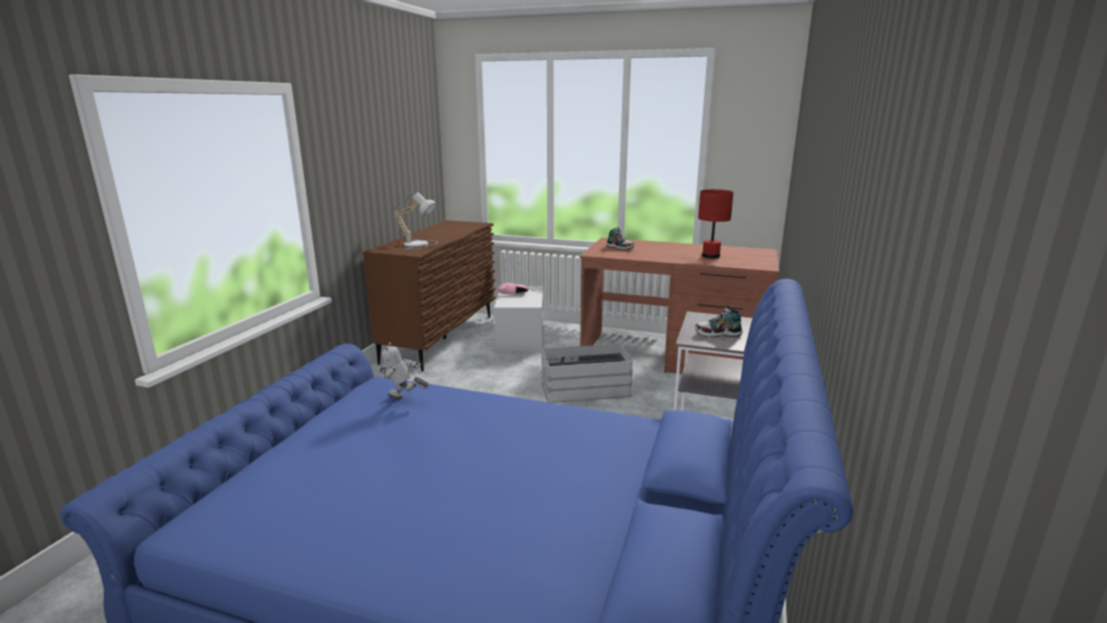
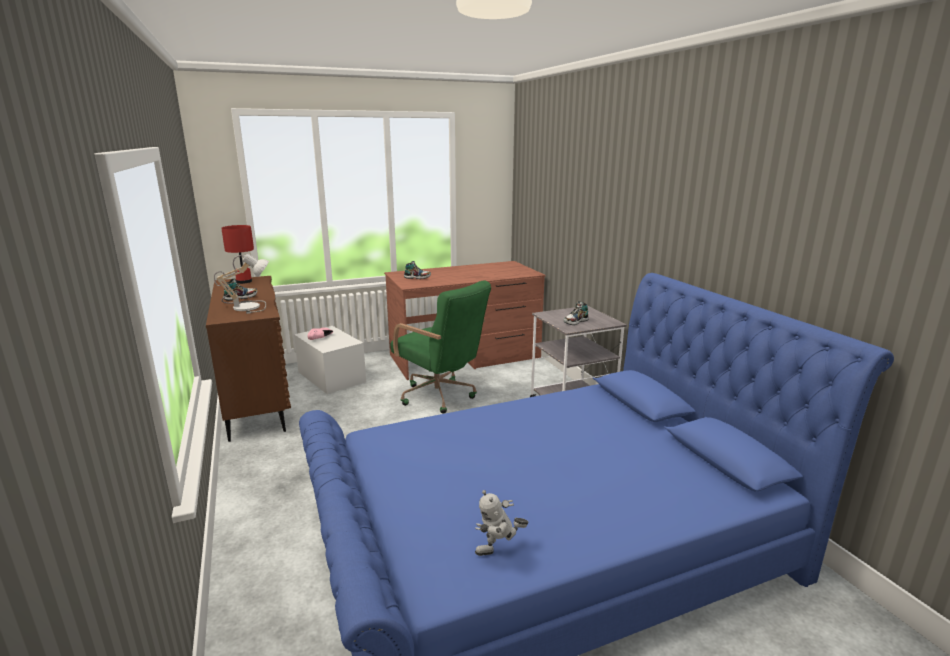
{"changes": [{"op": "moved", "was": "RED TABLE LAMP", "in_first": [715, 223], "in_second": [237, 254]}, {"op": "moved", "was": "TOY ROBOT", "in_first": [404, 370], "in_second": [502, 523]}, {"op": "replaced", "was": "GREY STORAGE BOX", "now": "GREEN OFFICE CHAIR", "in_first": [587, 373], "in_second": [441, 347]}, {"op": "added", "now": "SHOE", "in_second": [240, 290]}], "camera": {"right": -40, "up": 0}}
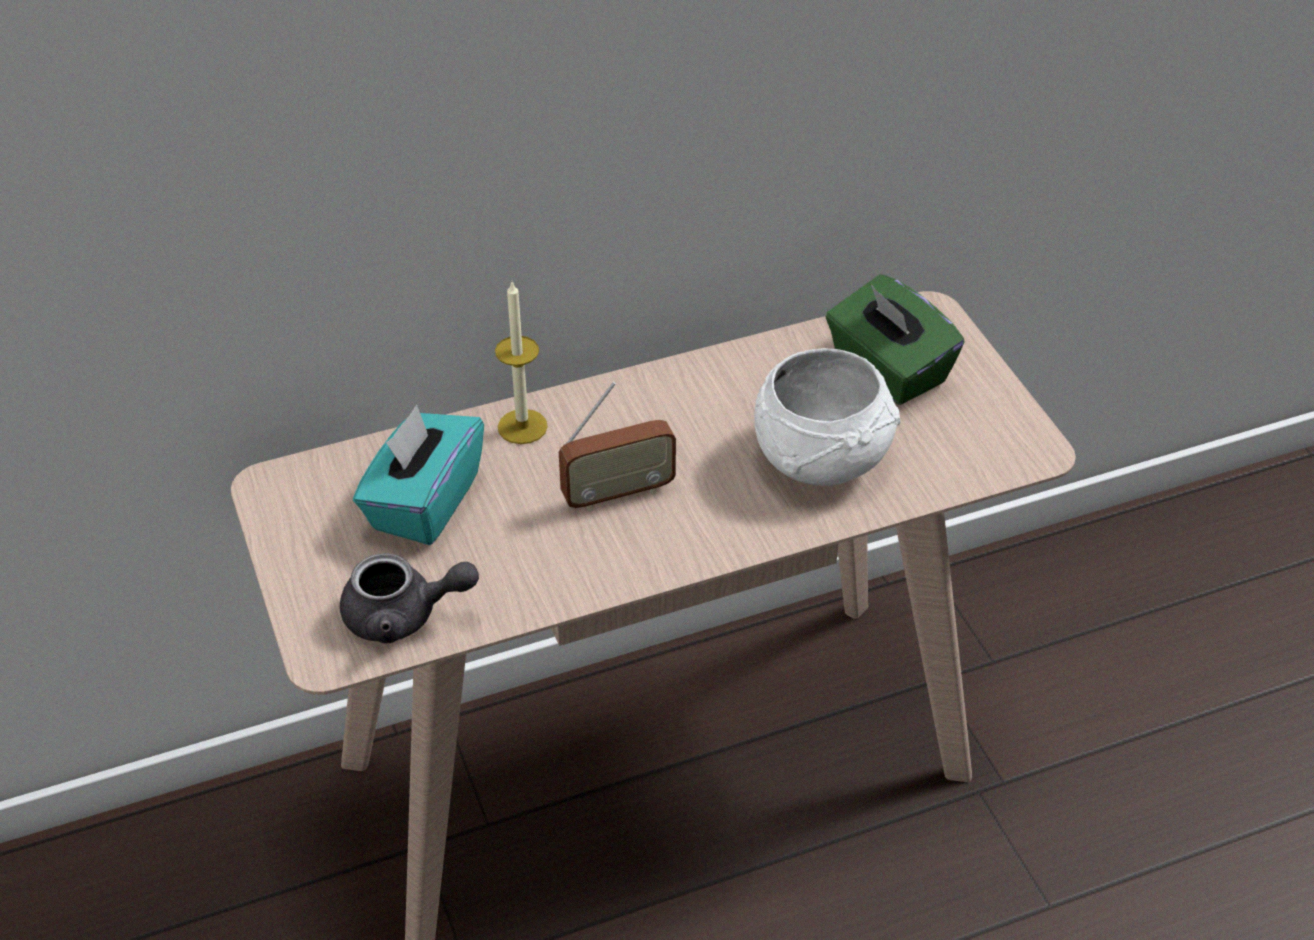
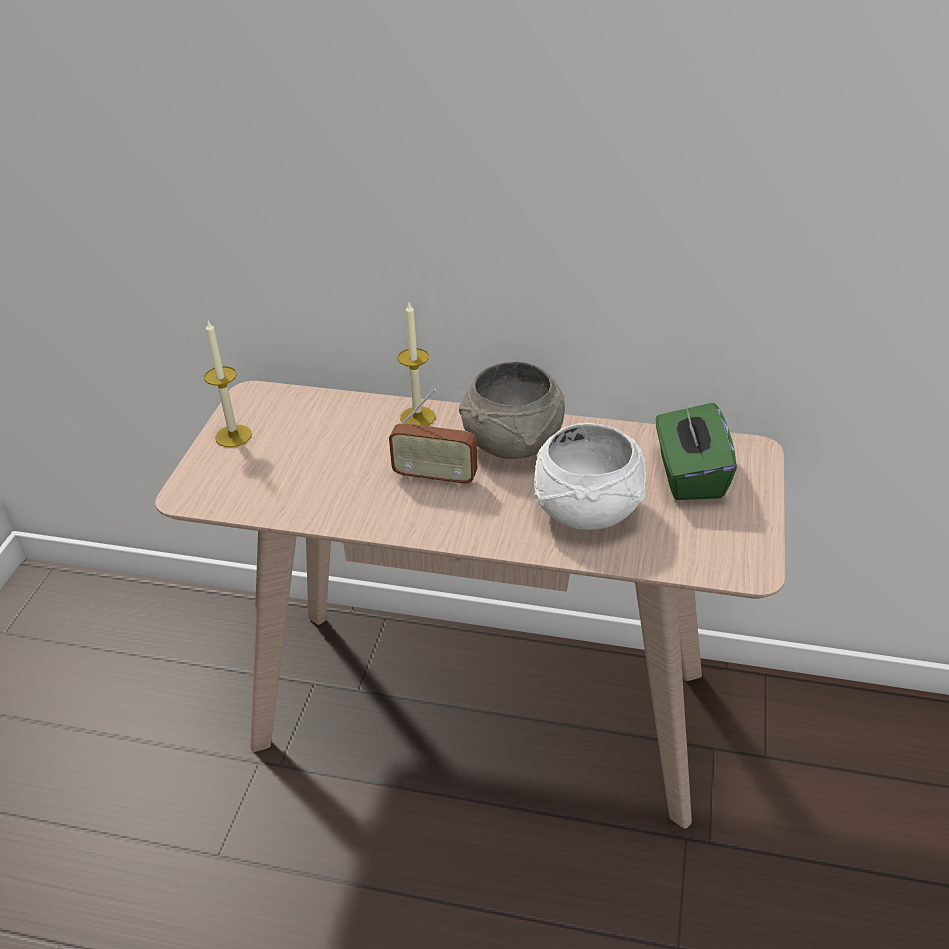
{"changes": [{"op": "removed", "was": "TURQUOISE TISSUE BOX", "in_first": [418, 475]}, {"op": "removed", "was": "GREY TEAPOT", "in_first": [409, 598]}, {"op": "added", "now": "CANDLE", "in_second": [228, 384]}, {"op": "added", "now": "GREY BOWL", "in_second": [512, 410]}], "camera": {"right": 35, "up": -5}}
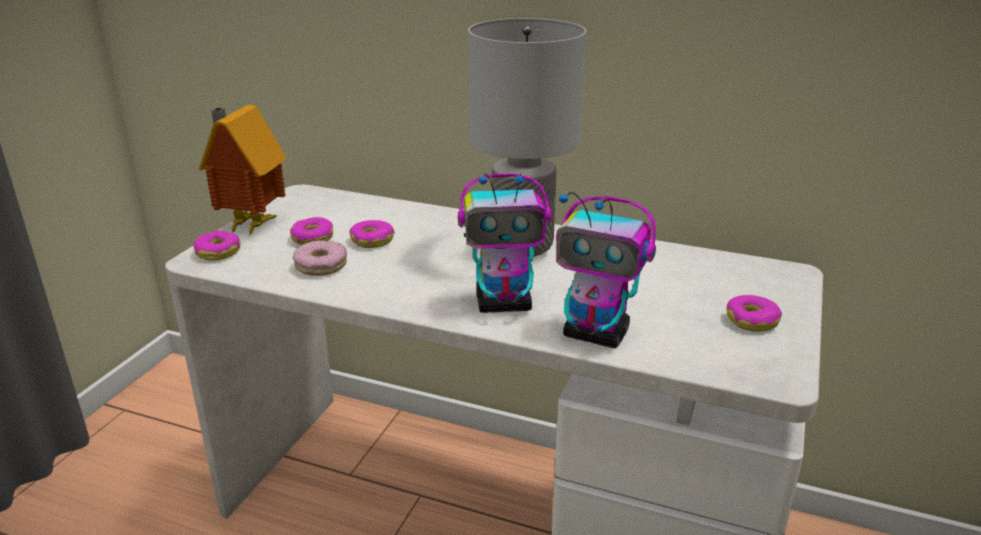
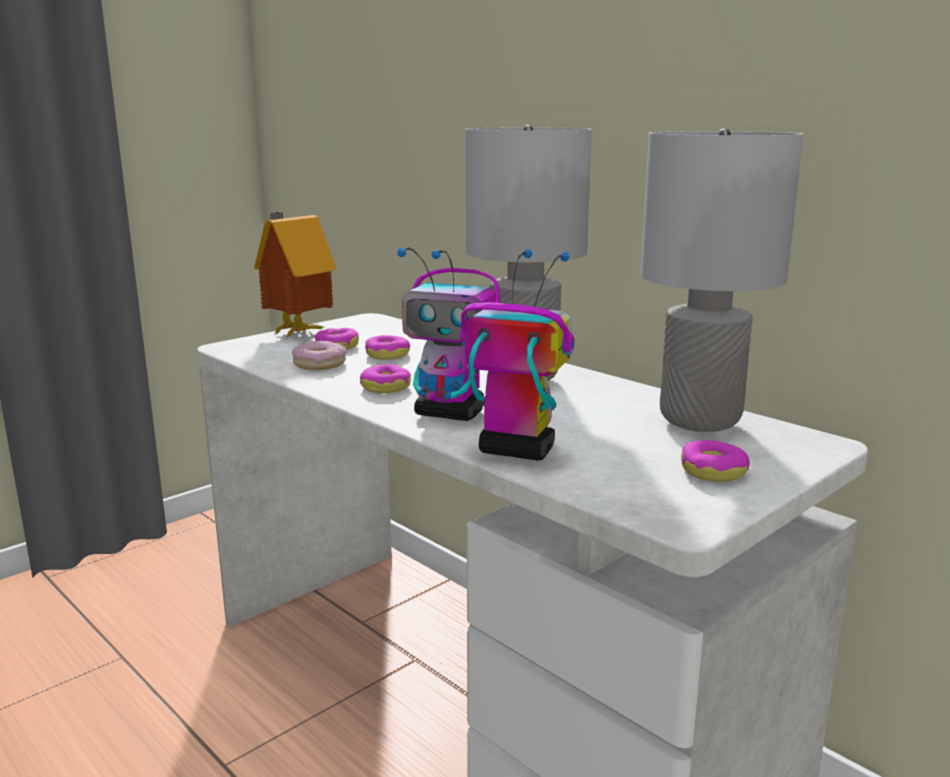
{"changes": [{"op": "turned", "was": "TOY ROBOT", "in_first": [606, 270], "in_second": [517, 355], "clockwise": 150}, {"op": "moved", "was": "DONUT", "in_first": [217, 245], "in_second": [385, 378]}, {"op": "added", "now": "GREY TABLE LAMP", "in_second": [722, 280]}], "camera": {"right": 25, "up": -10}}
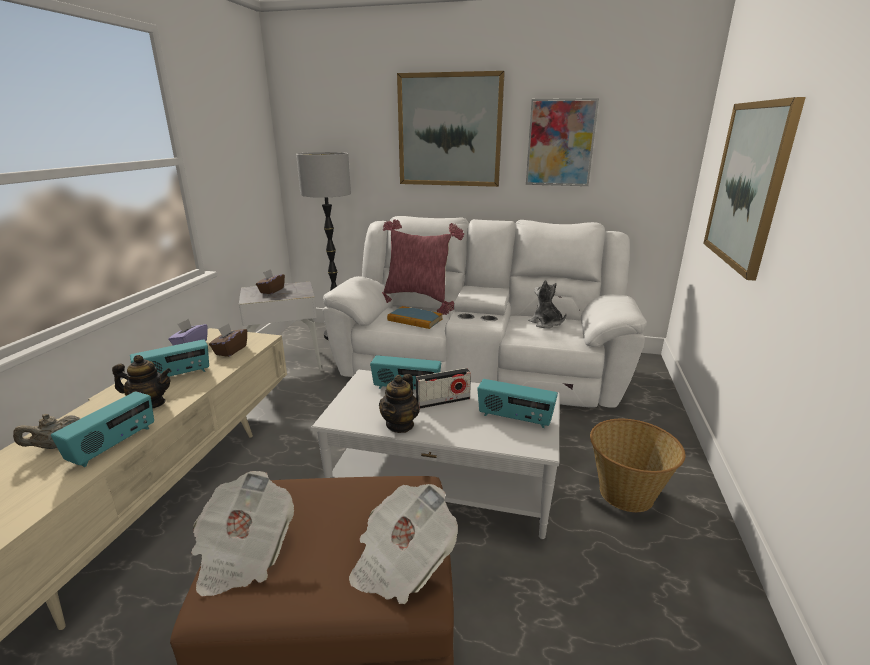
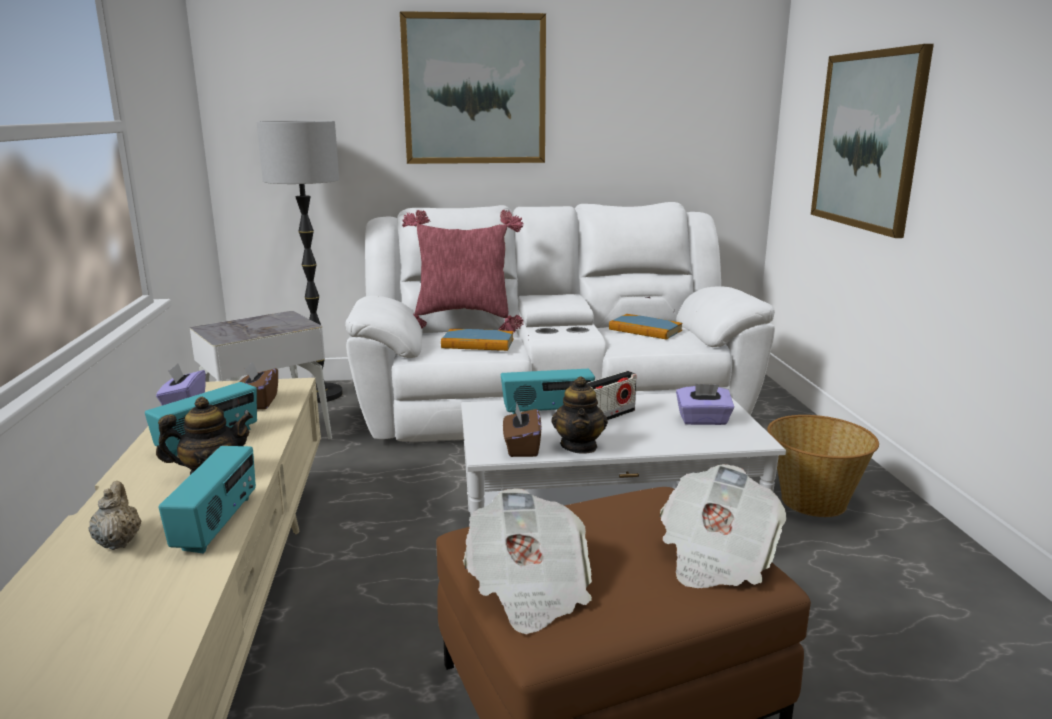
{"changes": [{"op": "removed", "was": "PICTURE", "in_first": [562, 142]}, {"op": "moved", "was": "BROWN TISSUE BOX", "in_first": [270, 281], "in_second": [522, 429]}, {"op": "replaced", "was": "PLUSH TOY", "now": "BOOK", "in_first": [547, 304], "in_second": [646, 327]}, {"op": "replaced", "was": "RADIO", "now": "PURPLE TISSUE BOX", "in_first": [517, 403], "in_second": [705, 404]}, {"op": "turned", "was": "BEIGE TEAPOT", "in_first": [46, 431], "in_second": [115, 515], "clockwise": 135}], "camera": {"right": -20, "up": -5}}
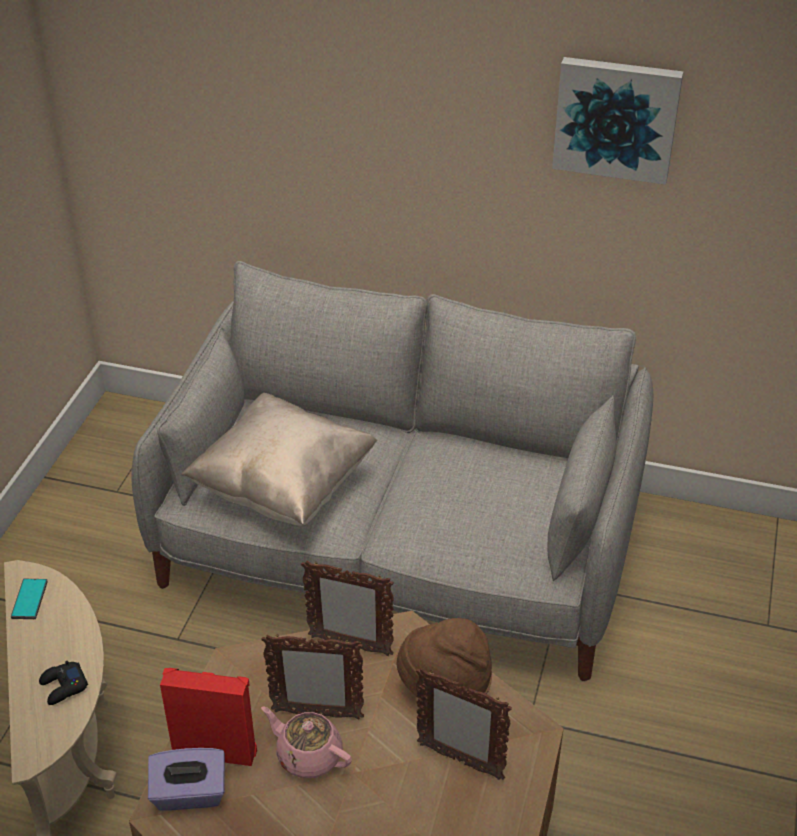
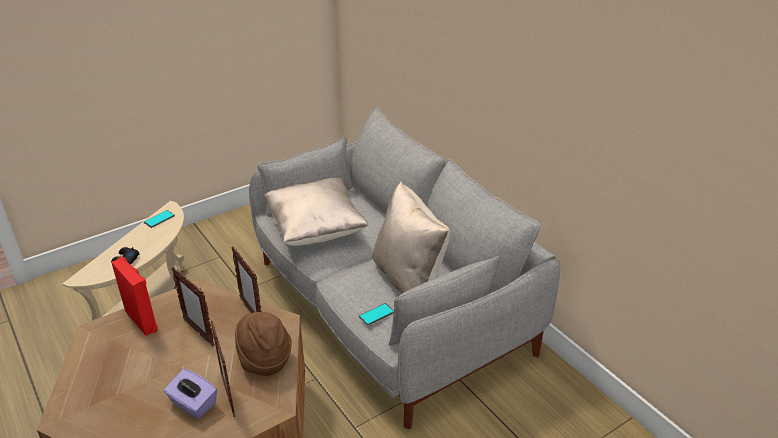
{"changes": [{"op": "removed", "was": "PICTURE", "in_first": [617, 121]}, {"op": "removed", "was": "PINK TEAPOT", "in_first": [306, 742]}, {"op": "moved", "was": "PURPLE TISSUE BOX", "in_first": [186, 779], "in_second": [190, 394]}, {"op": "added", "now": "BEIGE PILLOW", "in_second": [411, 238]}, {"op": "added", "now": "PHONE", "in_second": [376, 314]}], "camera": {"right": 40, "up": -5}}
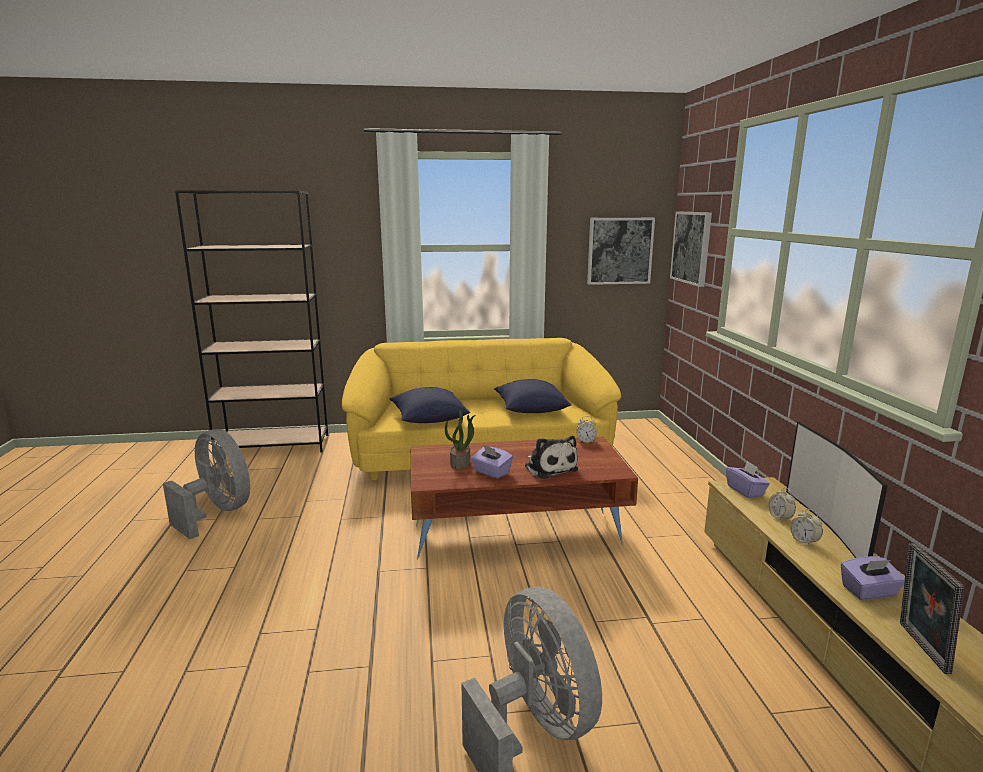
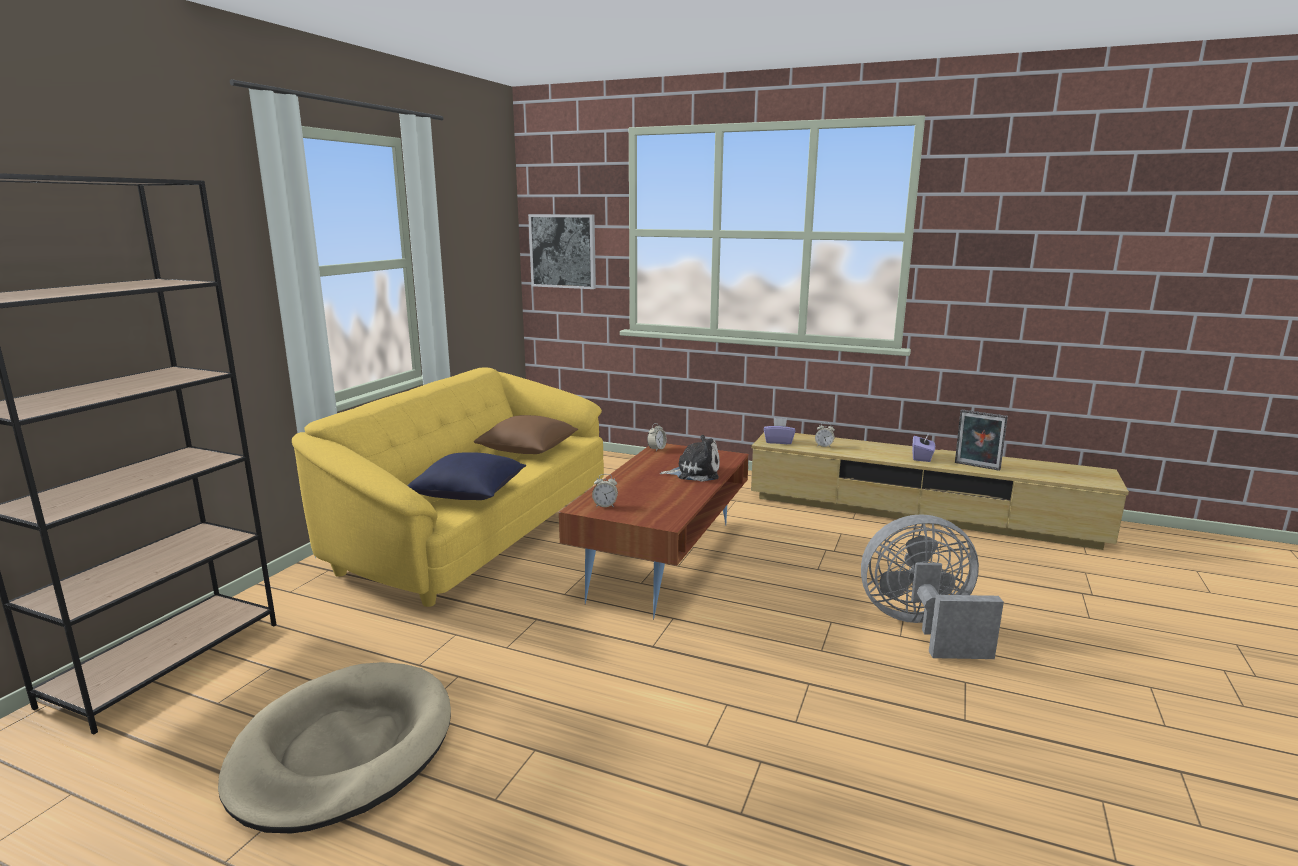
{"changes": [{"op": "removed", "was": "PICTURE", "in_first": [621, 251]}, {"op": "recoloured", "was": "BLUE PILLOW", "now": "BROWN PILLOW", "in_first": [532, 396], "in_second": [526, 434]}, {"op": "removed", "was": "POTTED PLANT", "in_first": [460, 440]}, {"op": "removed", "was": "TELEVISION", "in_first": [837, 489]}, {"op": "replaced", "was": "GREY FAN", "now": "BEIGE DOG BED", "in_first": [206, 484], "in_second": [334, 747]}, {"op": "removed", "was": "PURPLE TISSUE BOX", "in_first": [492, 462]}, {"op": "moved", "was": "ALARM CLOCK", "in_first": [806, 528], "in_second": [605, 490]}], "camera": {"right": -60, "up": 0}}
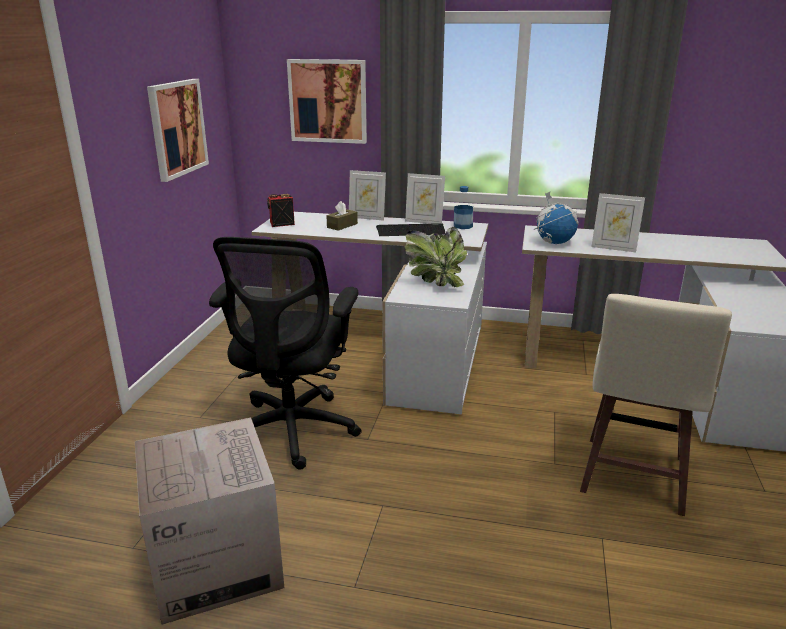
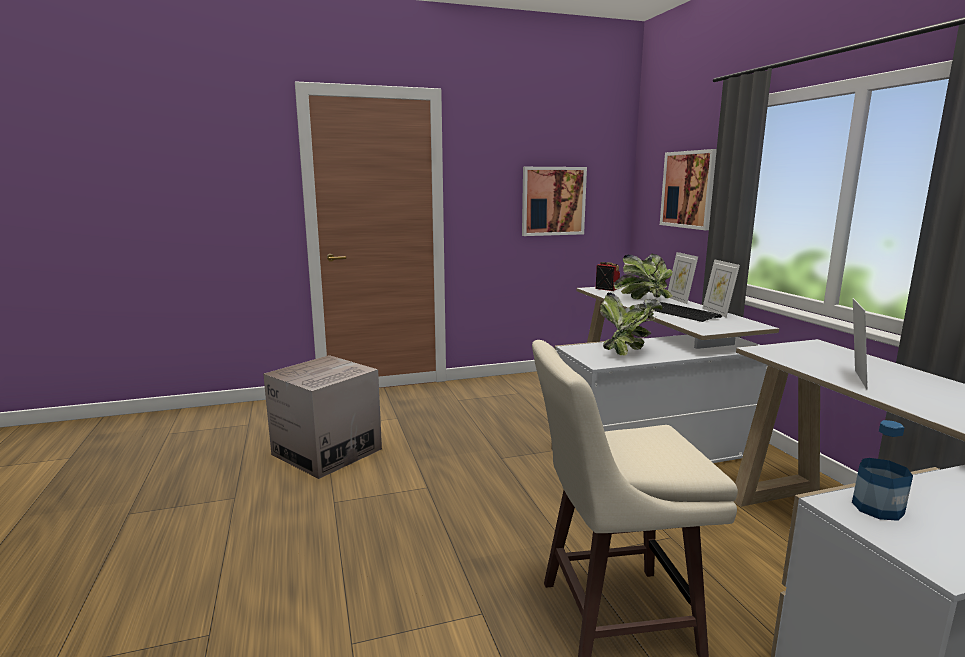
{"changes": [{"op": "moved", "was": "BOTTLE", "in_first": [463, 207], "in_second": [882, 470]}, {"op": "removed", "was": "GLOBE", "in_first": [556, 218]}, {"op": "turned", "was": "PICTURE FRAME", "in_first": [618, 222], "in_second": [860, 343], "clockwise": -150}, {"op": "replaced", "was": "BROWN TISSUE BOX", "now": "POTTED PLANT", "in_first": [342, 216], "in_second": [643, 276]}, {"op": "removed", "was": "BLACK OFFICE CHAIR", "in_first": [285, 353]}], "camera": {"right": 60, "up": -10}}
